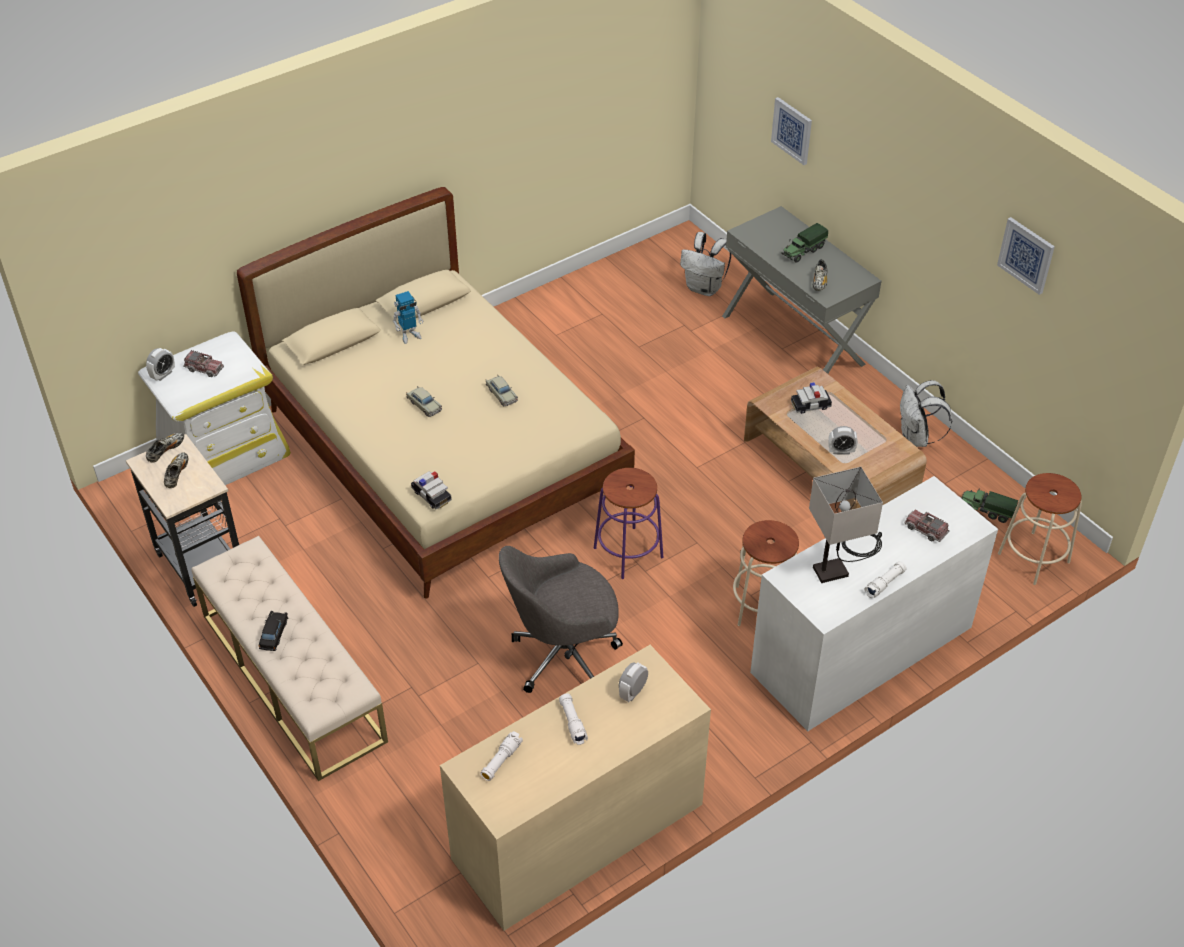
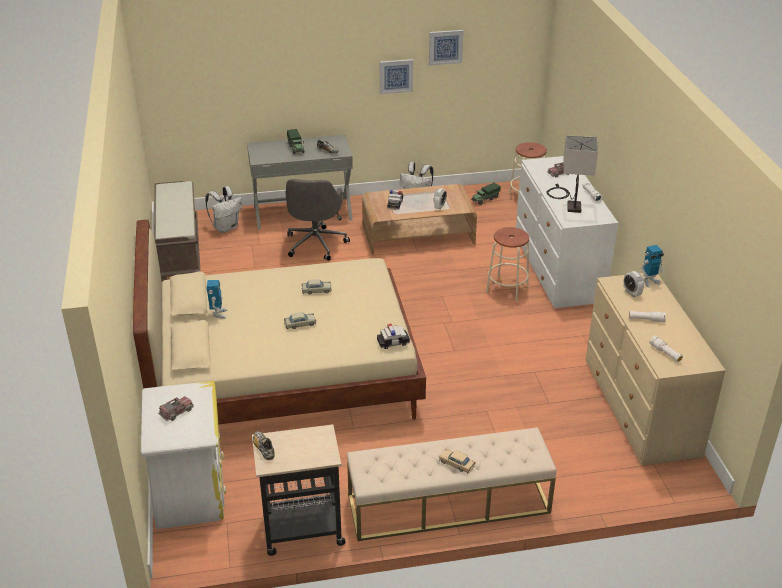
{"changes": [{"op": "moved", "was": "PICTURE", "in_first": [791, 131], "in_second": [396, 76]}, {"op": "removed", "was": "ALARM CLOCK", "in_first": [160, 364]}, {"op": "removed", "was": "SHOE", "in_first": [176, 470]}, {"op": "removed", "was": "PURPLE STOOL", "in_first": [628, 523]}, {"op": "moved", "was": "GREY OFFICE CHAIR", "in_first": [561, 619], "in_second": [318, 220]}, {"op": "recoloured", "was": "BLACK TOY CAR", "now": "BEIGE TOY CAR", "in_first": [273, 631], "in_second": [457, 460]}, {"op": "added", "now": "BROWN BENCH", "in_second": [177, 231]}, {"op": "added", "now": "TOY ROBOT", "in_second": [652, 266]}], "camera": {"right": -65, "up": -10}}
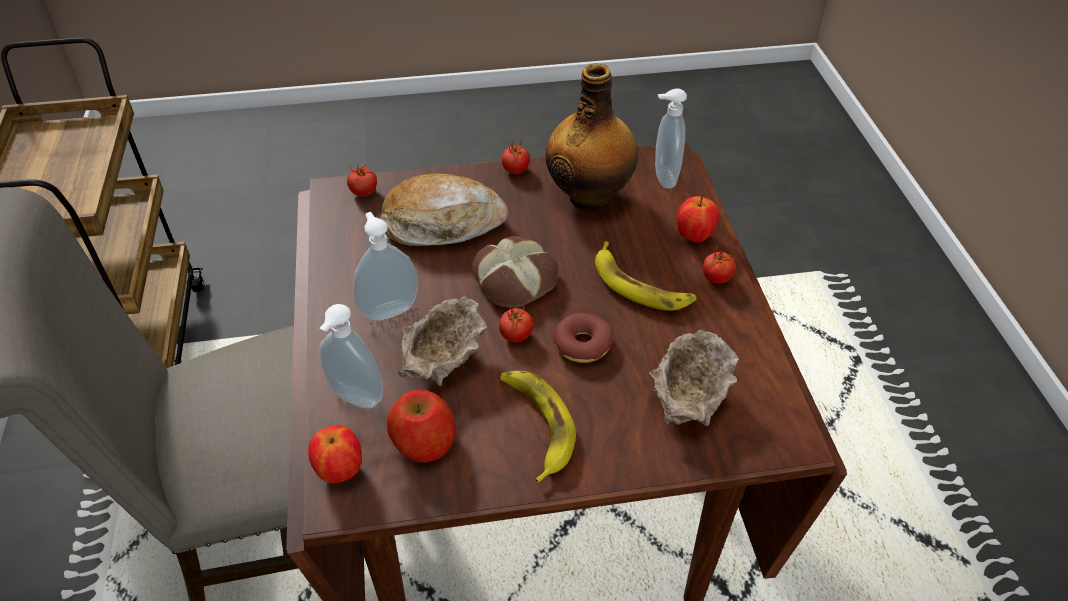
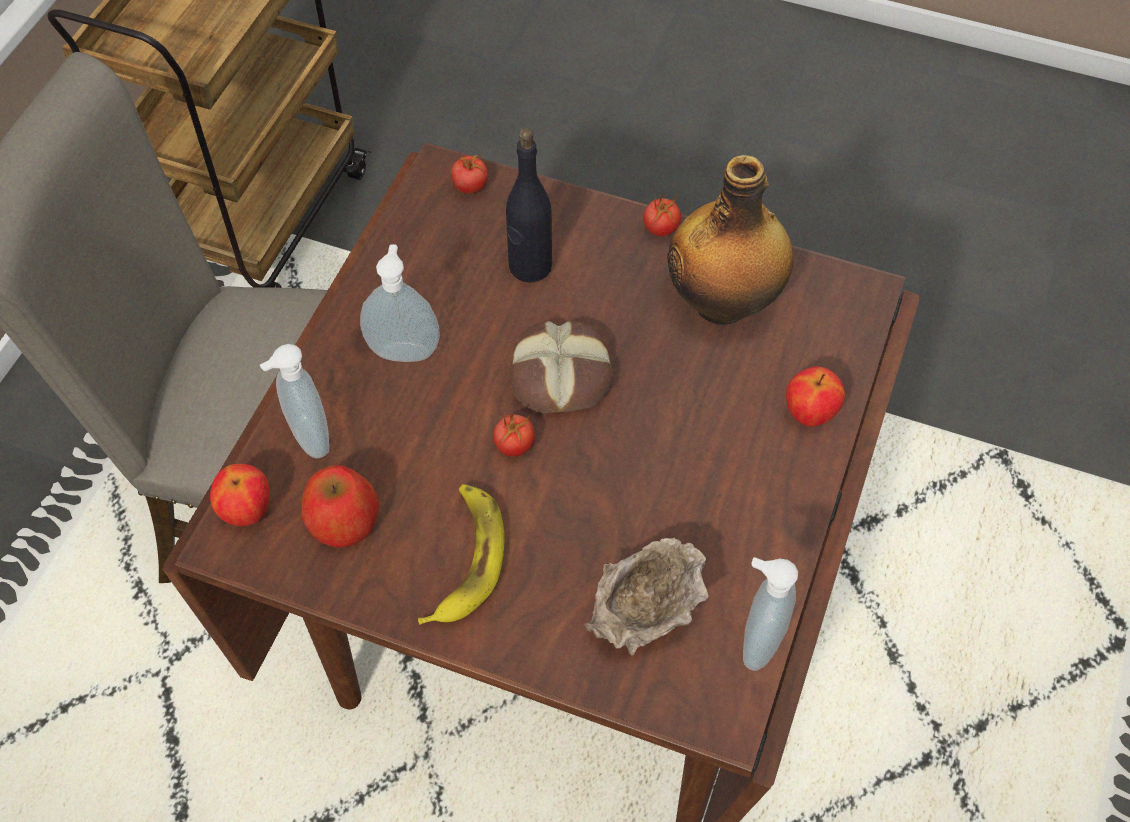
{"changes": [{"op": "moved", "was": "SOAP DISPENSER", "in_first": [671, 138], "in_second": [770, 614]}, {"op": "replaced", "was": "BREAD", "now": "BLACK BOTTLE", "in_first": [444, 210], "in_second": [529, 205]}, {"op": "removed", "was": "BANANA", "in_first": [646, 276]}, {"op": "removed", "was": "TOMATO", "in_first": [718, 265]}, {"op": "removed", "was": "BEIGE BOWL", "in_first": [442, 341]}, {"op": "removed", "was": "DONUT", "in_first": [583, 338]}], "camera": {"right": 30, "up": 10}}
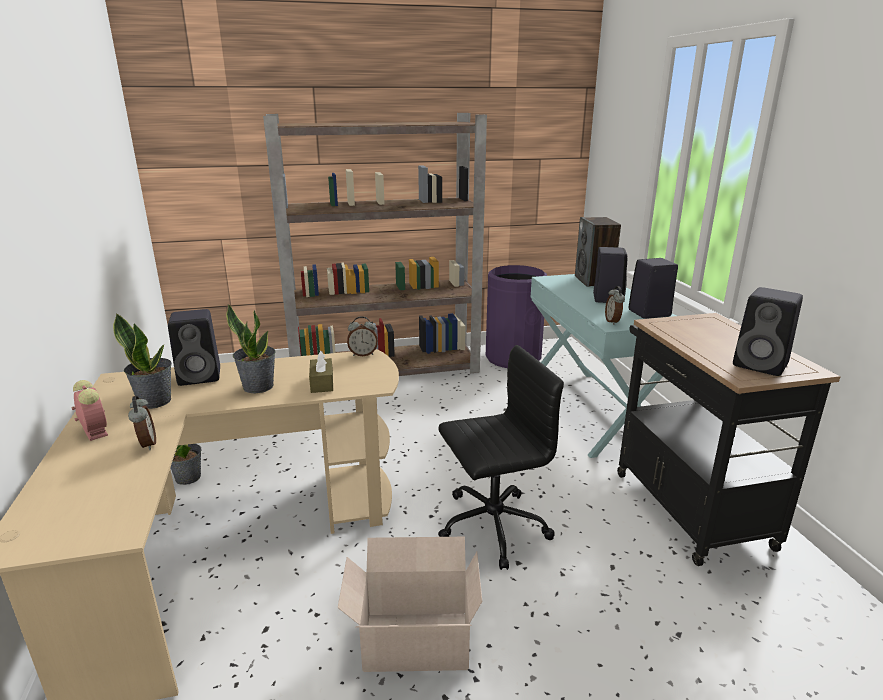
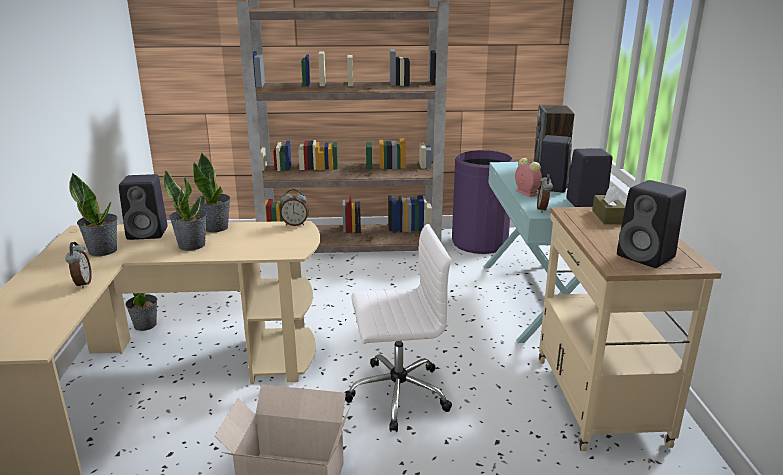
{"changes": [{"op": "recoloured", "was": "BLACK CART", "now": "BEIGE CART", "in_first": [729, 439], "in_second": [630, 329]}, {"op": "recoloured", "was": "BLACK OFFICE CHAIR", "now": "WHITE OFFICE CHAIR", "in_first": [501, 457], "in_second": [398, 328]}, {"op": "moved", "was": "BROWN TISSUE BOX", "in_first": [321, 372], "in_second": [608, 205]}, {"op": "moved", "was": "ALARM CLOCK", "in_first": [89, 410], "in_second": [528, 177]}, {"op": "added", "now": "POTTED PLANT", "in_second": [212, 192]}], "camera": {"right": 10, "up": 0}}
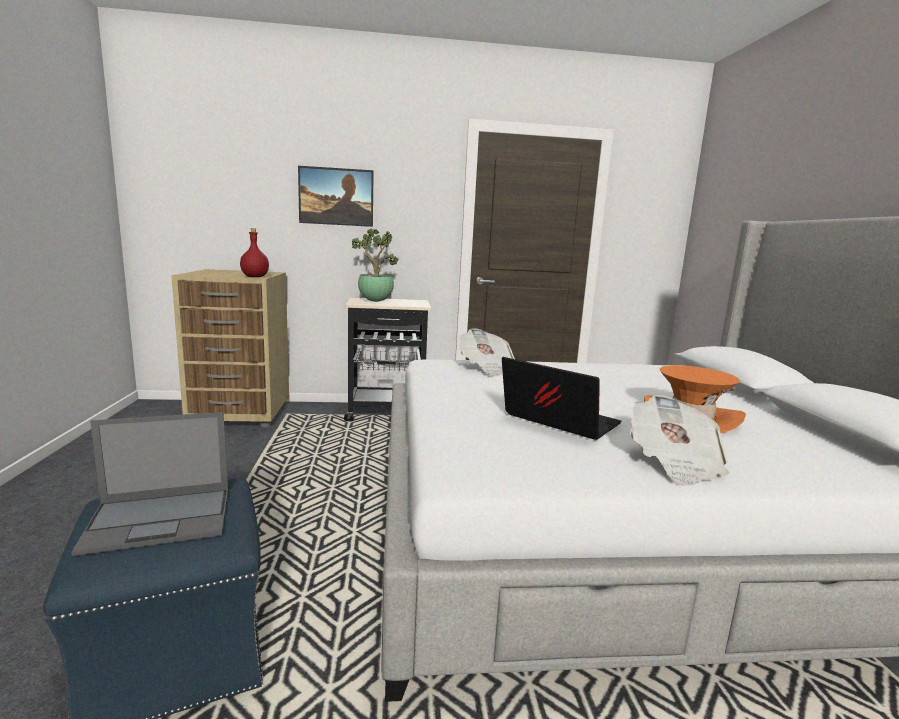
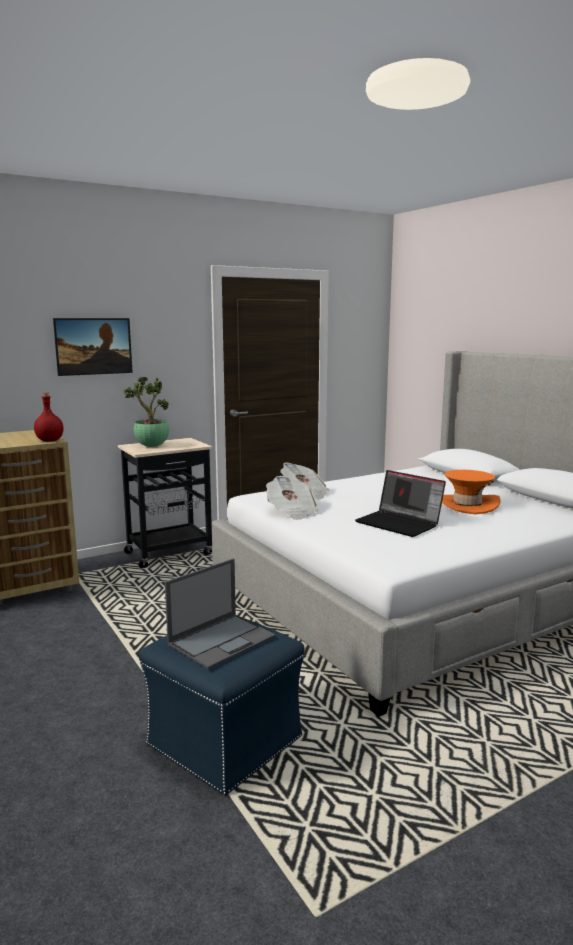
{"changes": [{"op": "turned", "was": "LAPTOP", "in_first": [562, 398], "in_second": [400, 503], "clockwise": -150}, {"op": "moved", "was": "NEWSPAPER", "in_first": [679, 440], "in_second": [292, 498]}], "camera": {"right": -25, "up": 0}}
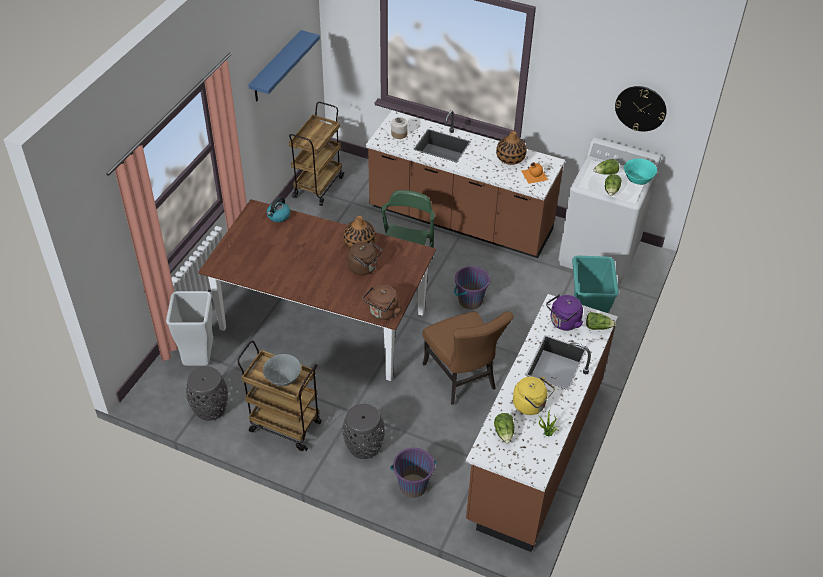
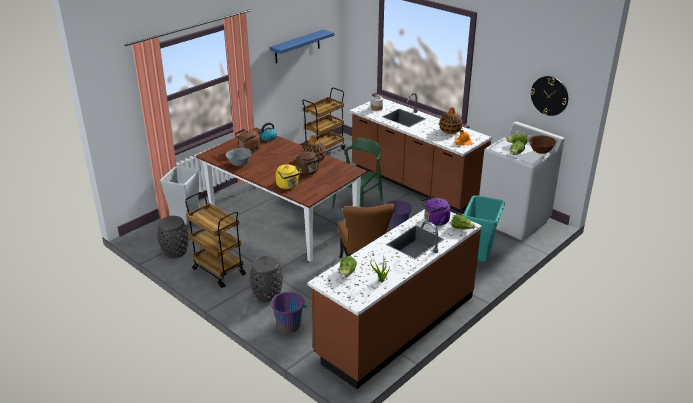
{"changes": [{"op": "recoloured", "was": "TURQUOISE BOWL", "now": "BROWN BOWL", "in_first": [640, 172], "in_second": [542, 144]}, {"op": "moved", "was": "BROWN KETTLE", "in_first": [382, 302], "in_second": [247, 140]}, {"op": "moved", "was": "GREY BOWL", "in_first": [282, 370], "in_second": [238, 157]}, {"op": "moved", "was": "YELLOW KETTLE", "in_first": [534, 396], "in_second": [289, 176]}], "camera": {"right": 20, "up": -15}}
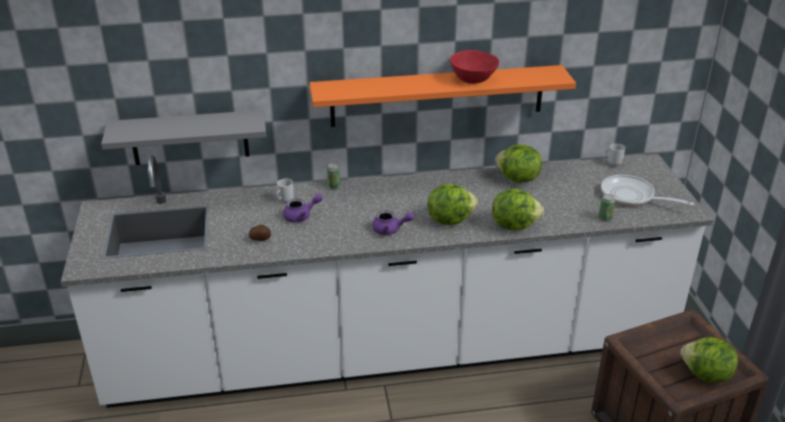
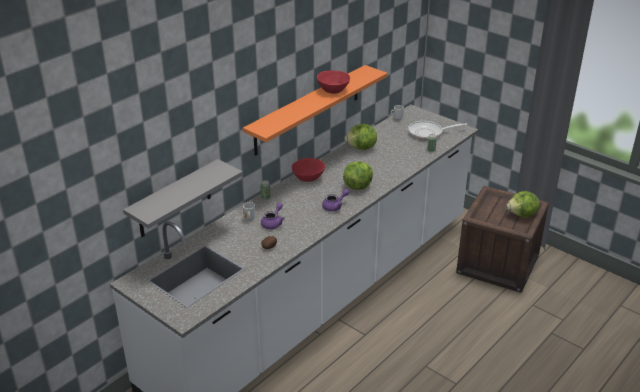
{"changes": [{"op": "removed", "was": "LETTUCE", "in_first": [518, 209]}, {"op": "added", "now": "RED BOWL", "in_second": [308, 170]}], "camera": {"right": -40, "up": 0}}
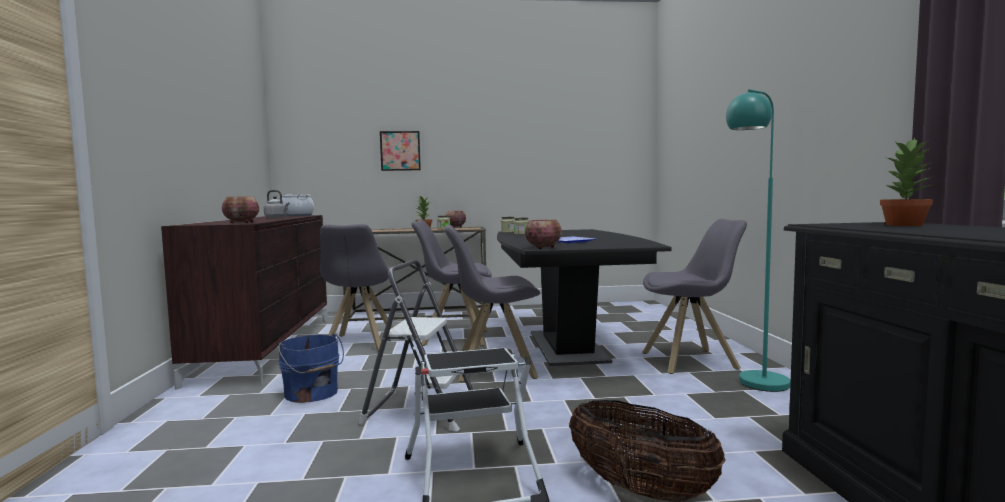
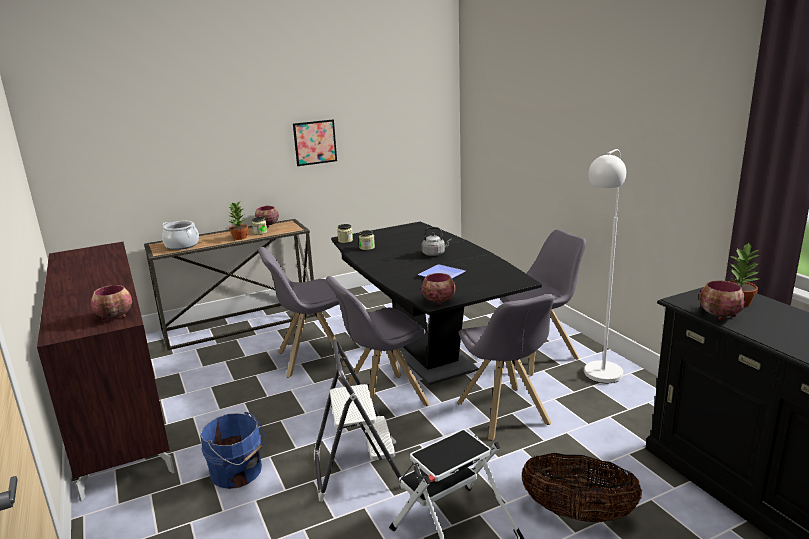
{"changes": [{"op": "recoloured", "was": "TURQUOISE FLOOR LAMP", "now": "WHITE FLOOR LAMP", "in_first": [758, 240], "in_second": [605, 266]}, {"op": "moved", "was": "PICTURE", "in_first": [400, 151], "in_second": [315, 143]}, {"op": "moved", "was": "GREY KETTLE", "in_first": [277, 204], "in_second": [437, 241]}, {"op": "moved", "was": "COOKING POT", "in_first": [298, 205], "in_second": [180, 235]}, {"op": "moved", "was": "GREY CHAIR", "in_first": [356, 287], "in_second": [505, 367]}, {"op": "added", "now": "BOWL", "in_second": [722, 300]}], "camera": {"right": -20, "up": 15}}
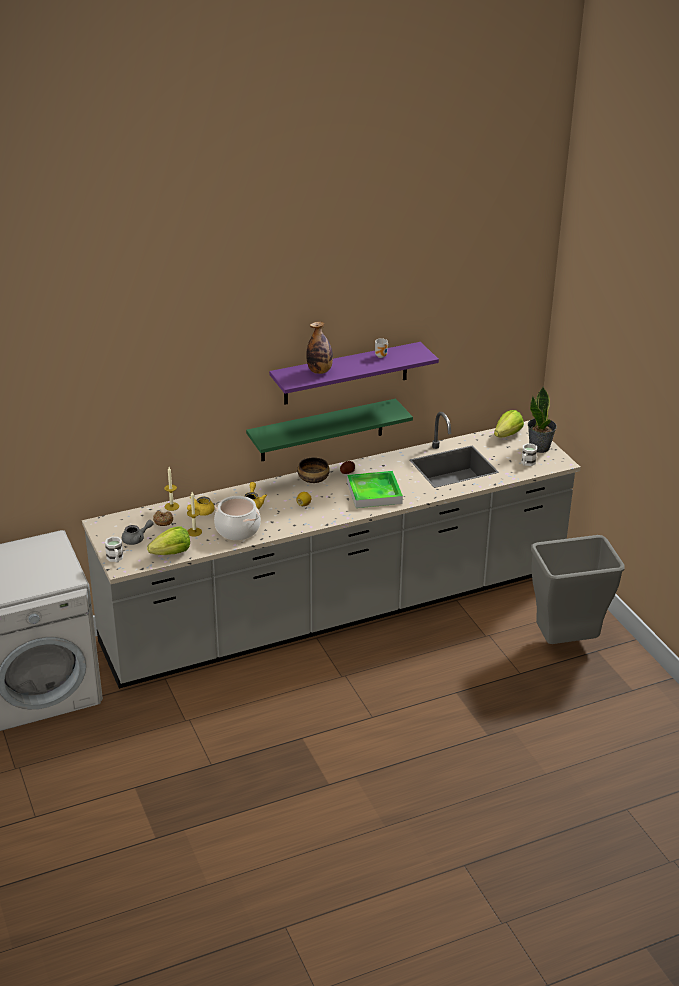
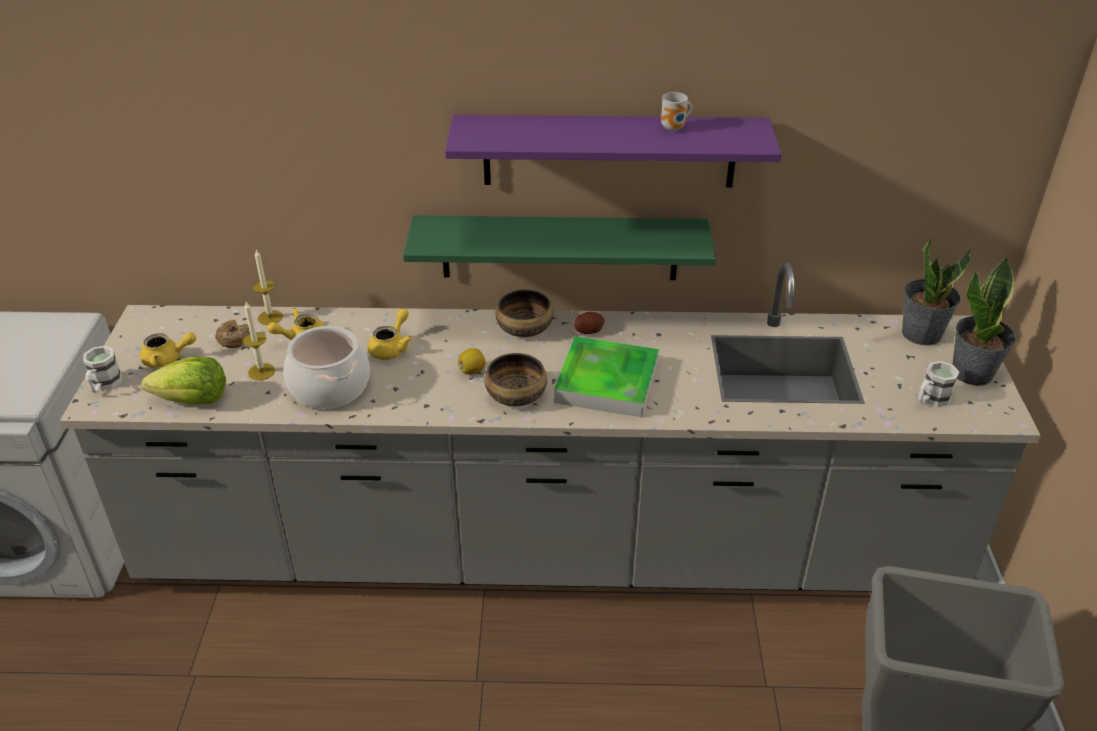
{"changes": [{"op": "removed", "was": "BOTTLE", "in_first": [319, 348]}, {"op": "replaced", "was": "LETTUCE", "now": "POTTED PLANT", "in_first": [509, 423], "in_second": [937, 292]}, {"op": "recoloured", "was": "GREY TEAPOT", "now": "YELLOW TEAPOT", "in_first": [138, 532], "in_second": [168, 350]}, {"op": "added", "now": "BOWL", "in_second": [515, 379]}], "camera": {"right": 25, "up": 5}}
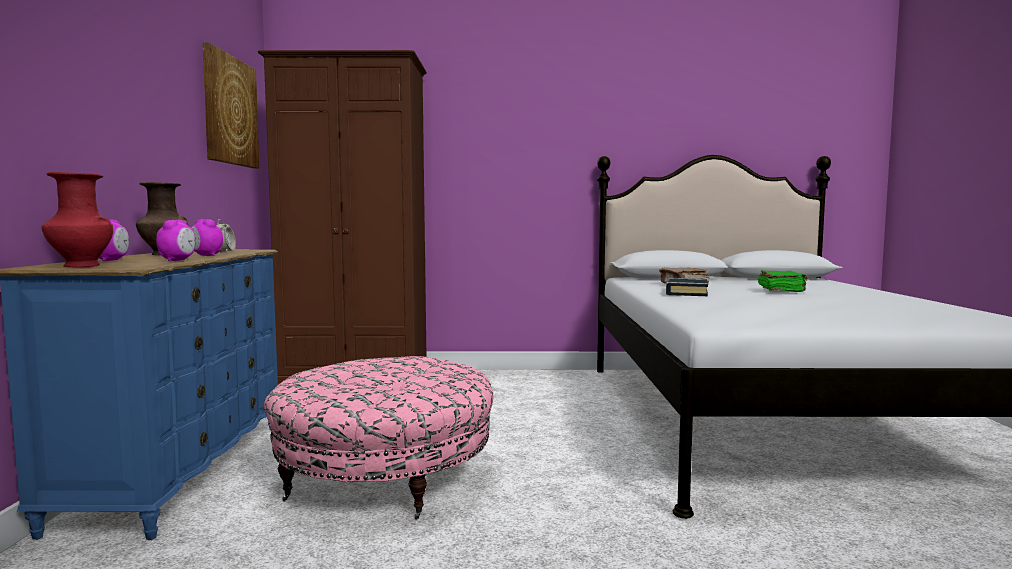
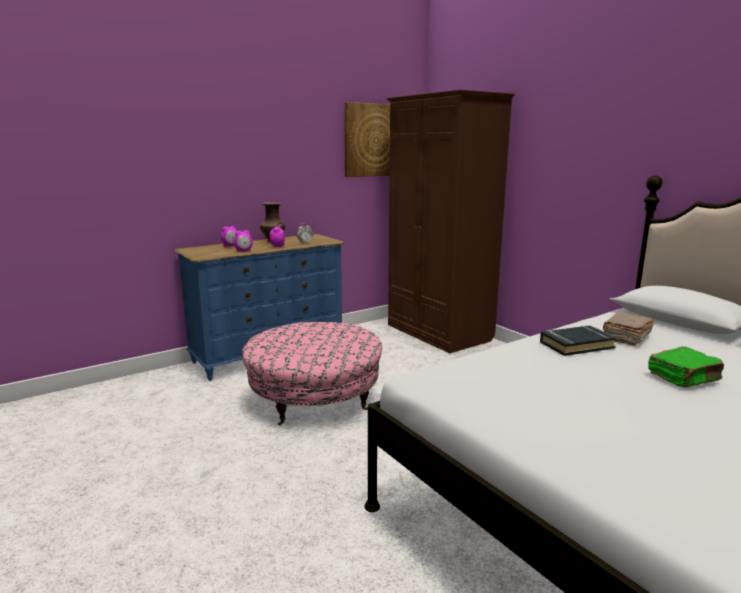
{"changes": [{"op": "removed", "was": "RED VASE", "in_first": [77, 219]}], "camera": {"right": 55, "up": 10}}
